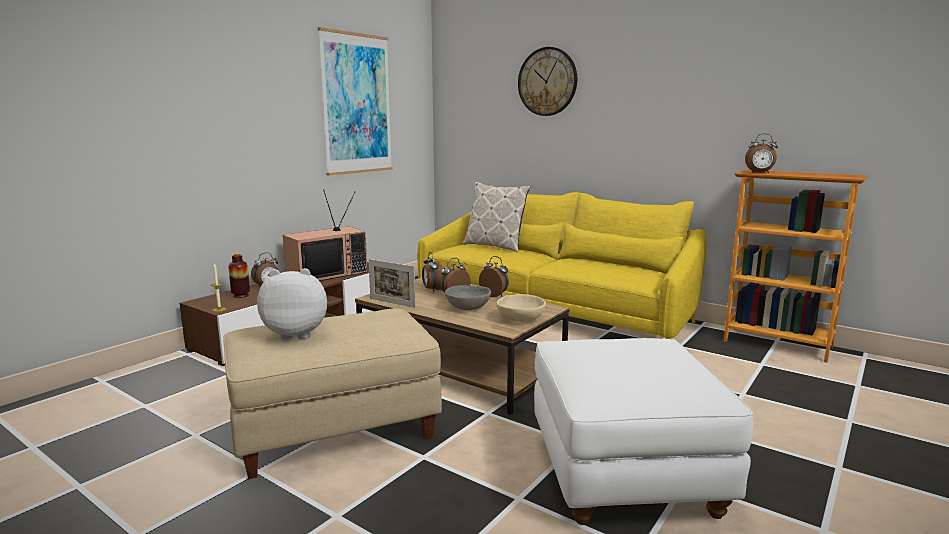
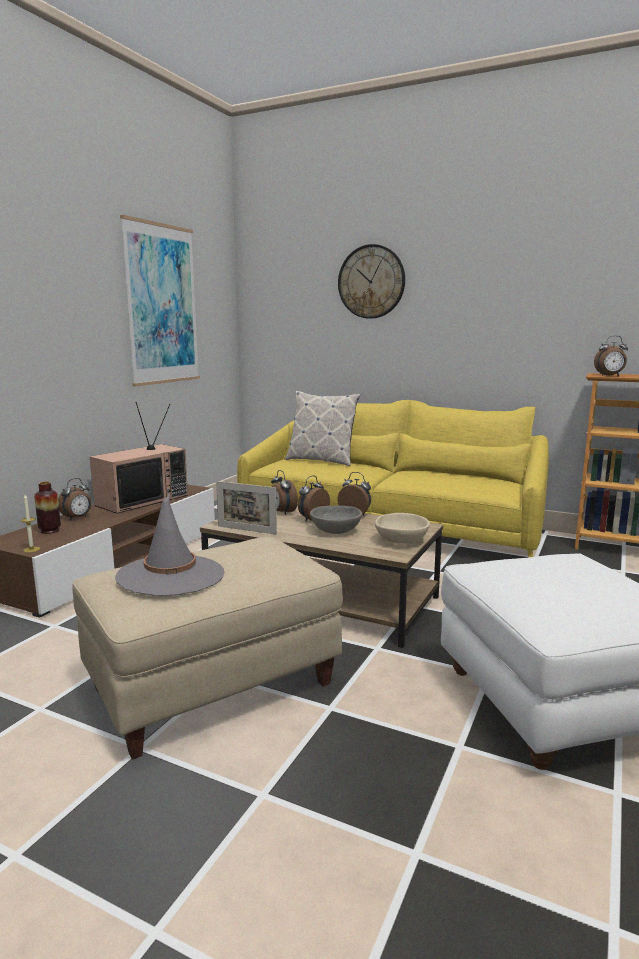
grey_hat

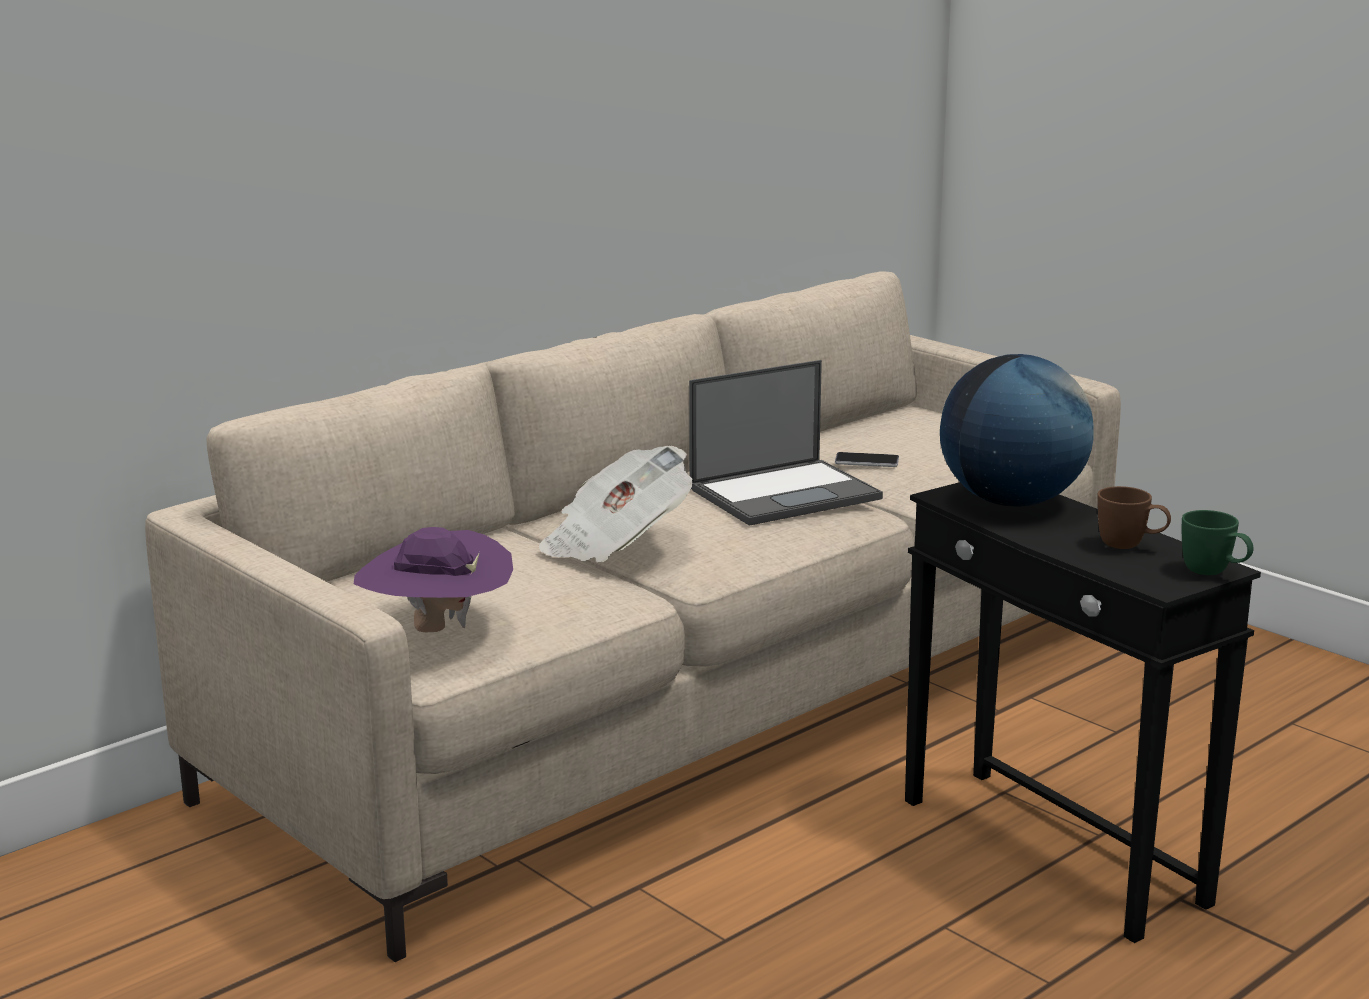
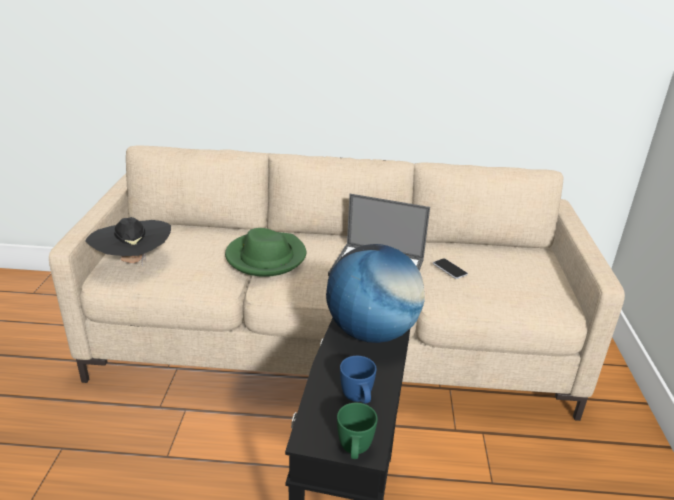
black_hat
green_hat
blue_mug

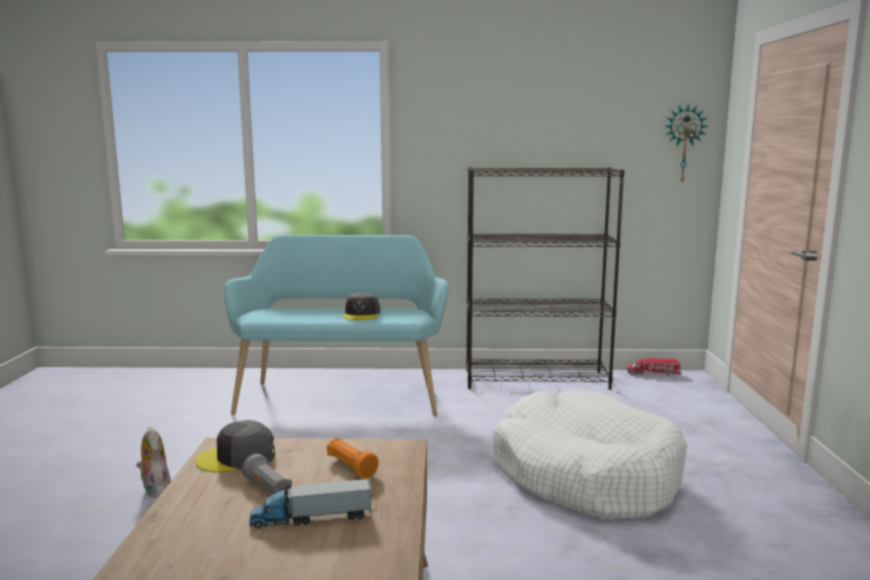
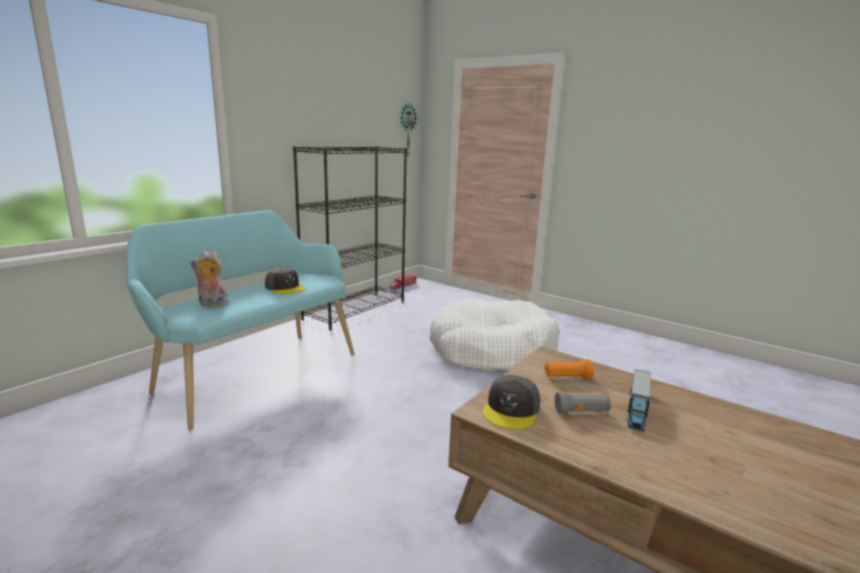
plush_toy

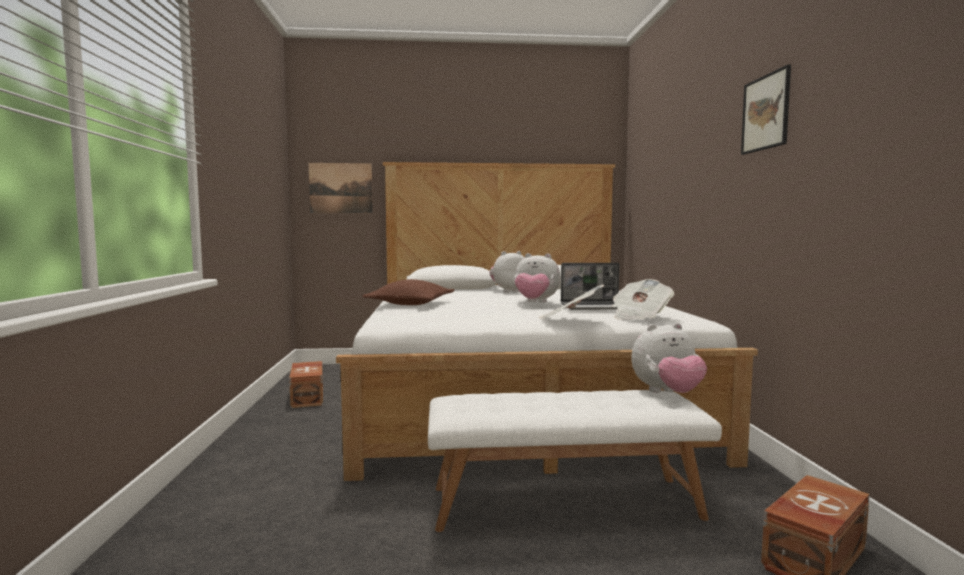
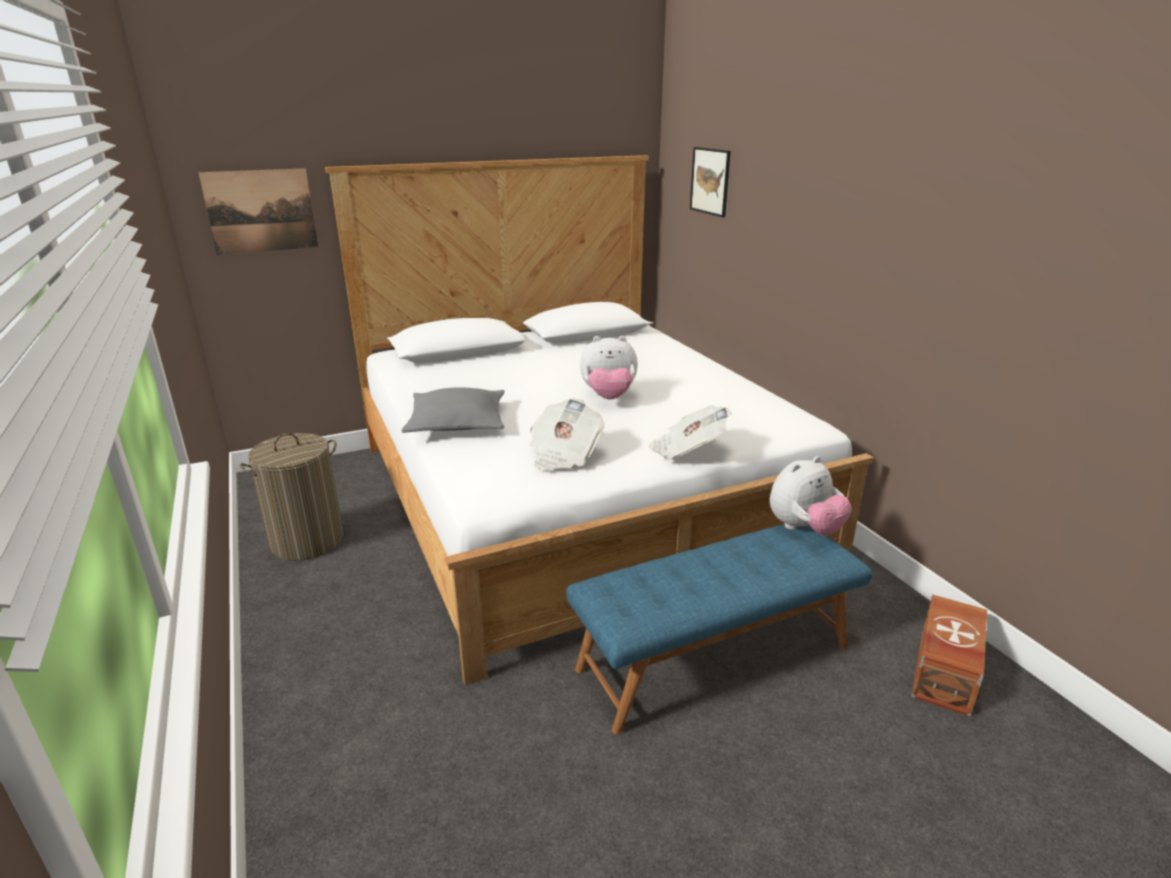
laundry_basket
grey_pillow
newspaper (1st from left)
blue_bench
picture (2nd from left)
plush_toy (1st from left in the first image)
laptop

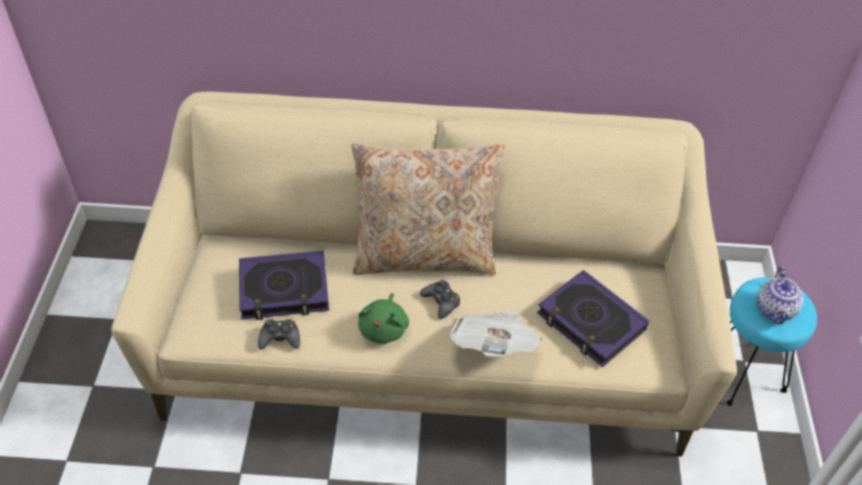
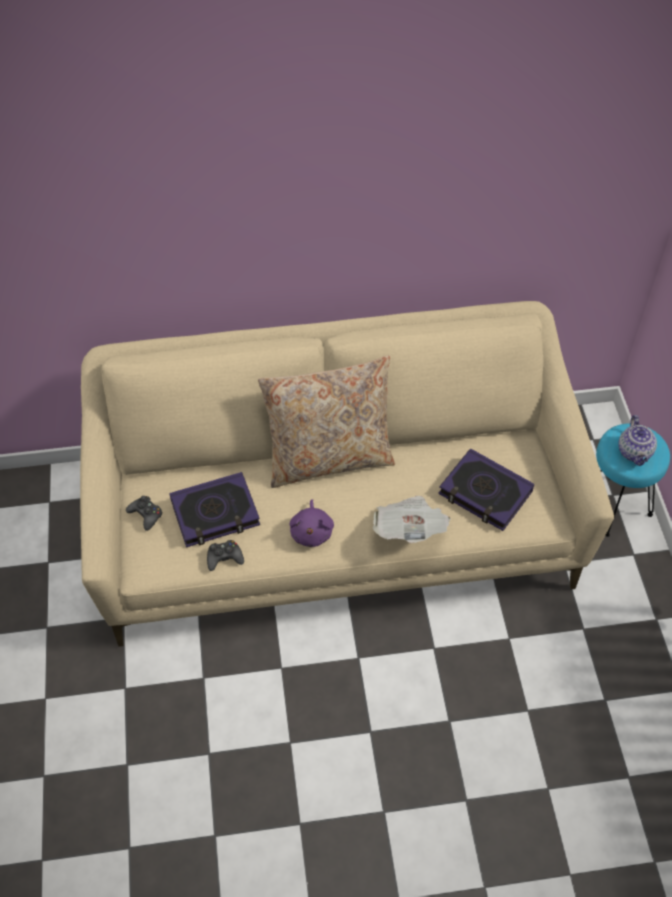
black_game_controller (1st from left)
purple_plush_toy

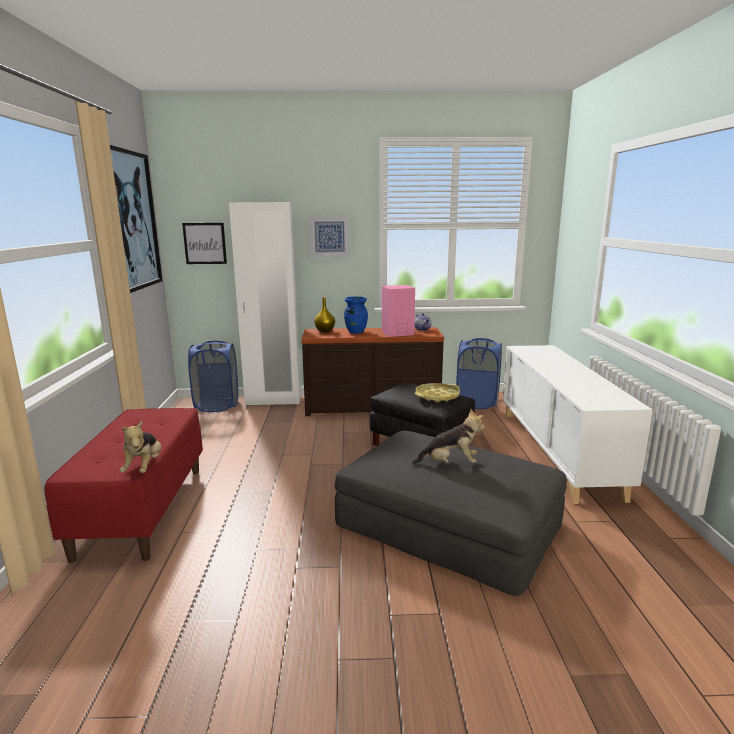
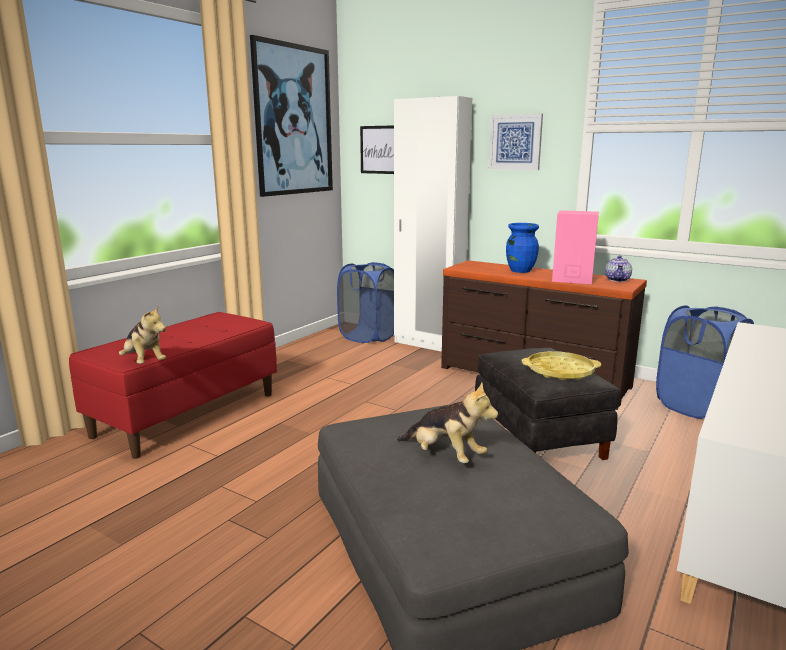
plush_toy (1st from left)
yellow_vase

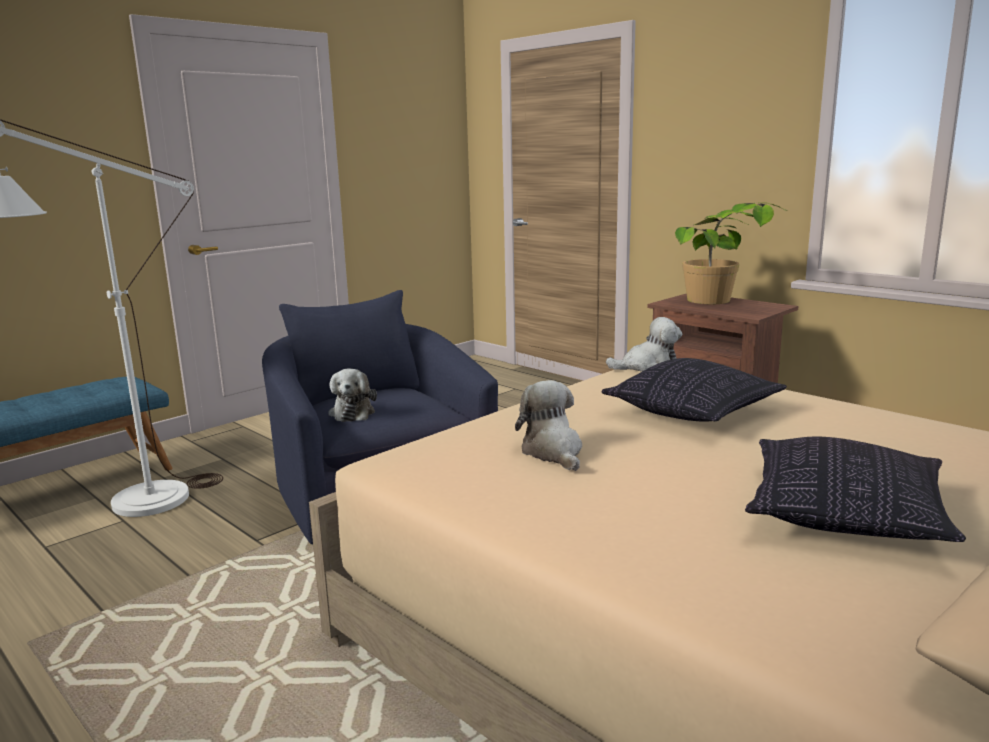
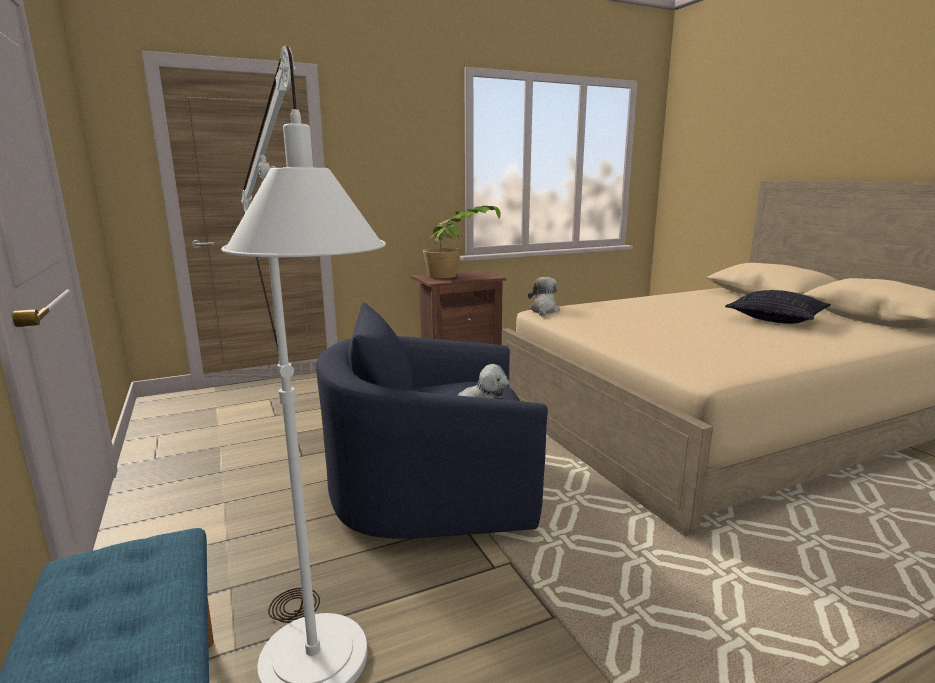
plush_toy (2nd from left in the first image)
pillow (1st from left in the first image)

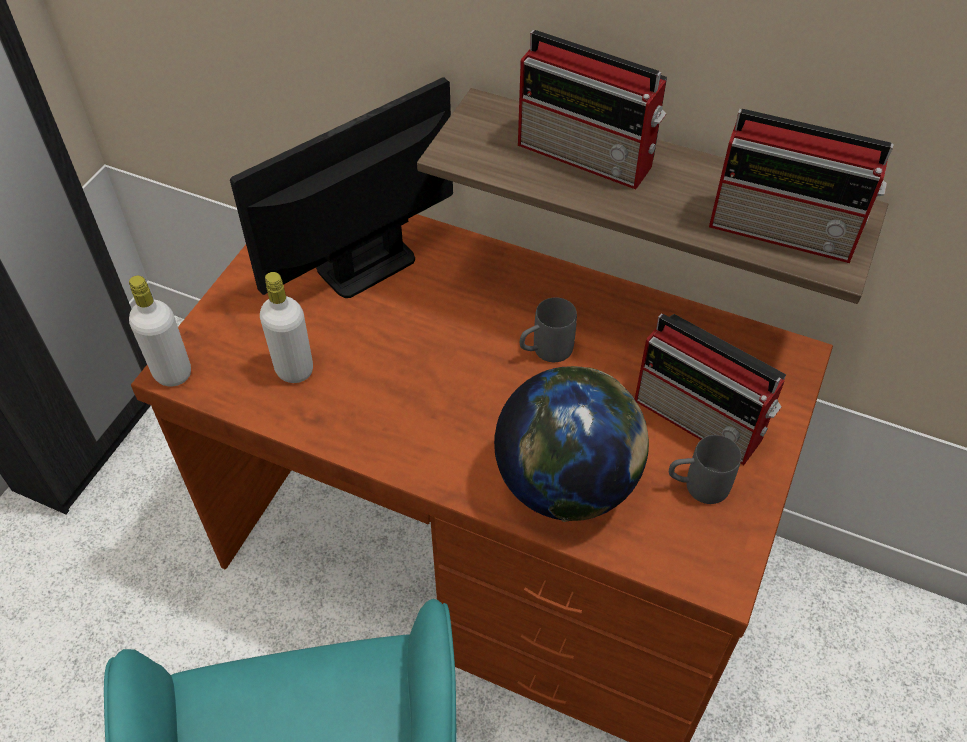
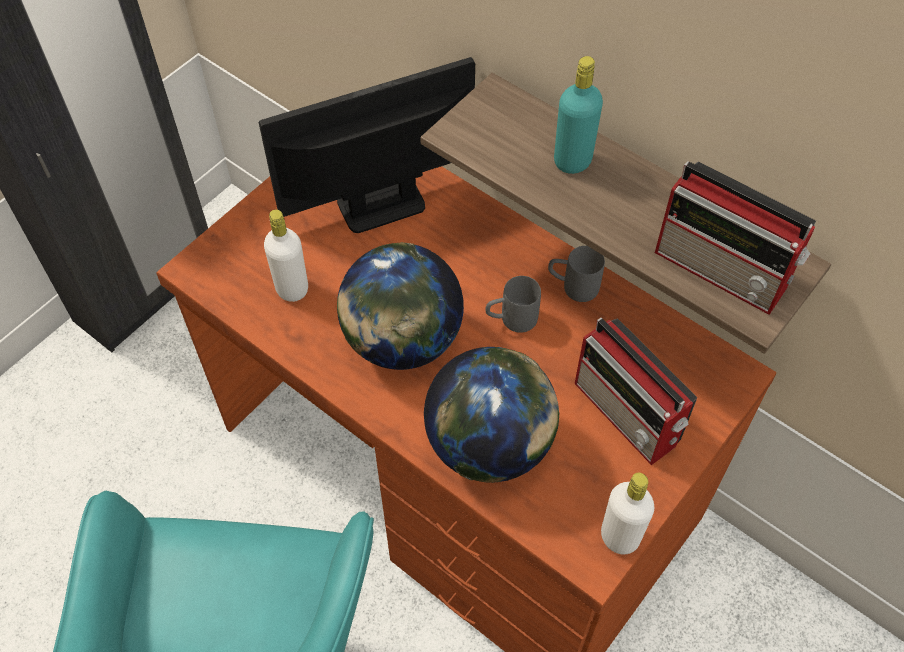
globe (1st from left)
grey_mug (2nd from left)
turquoise_bottle
white_bottle (2nd from left)

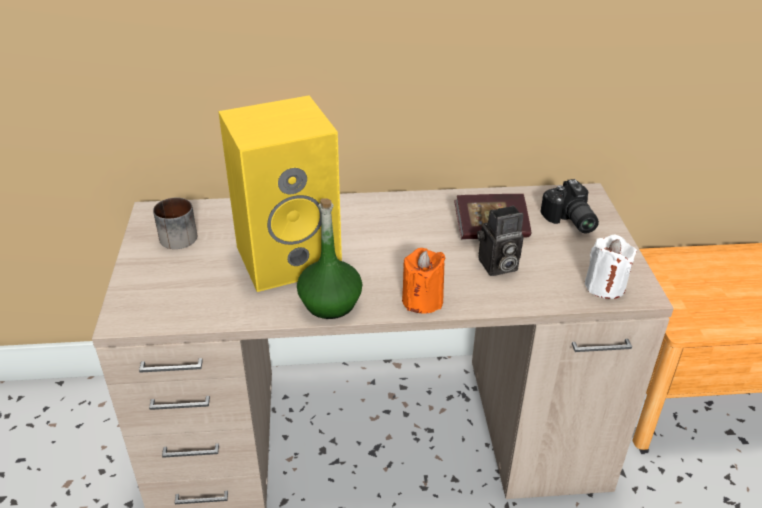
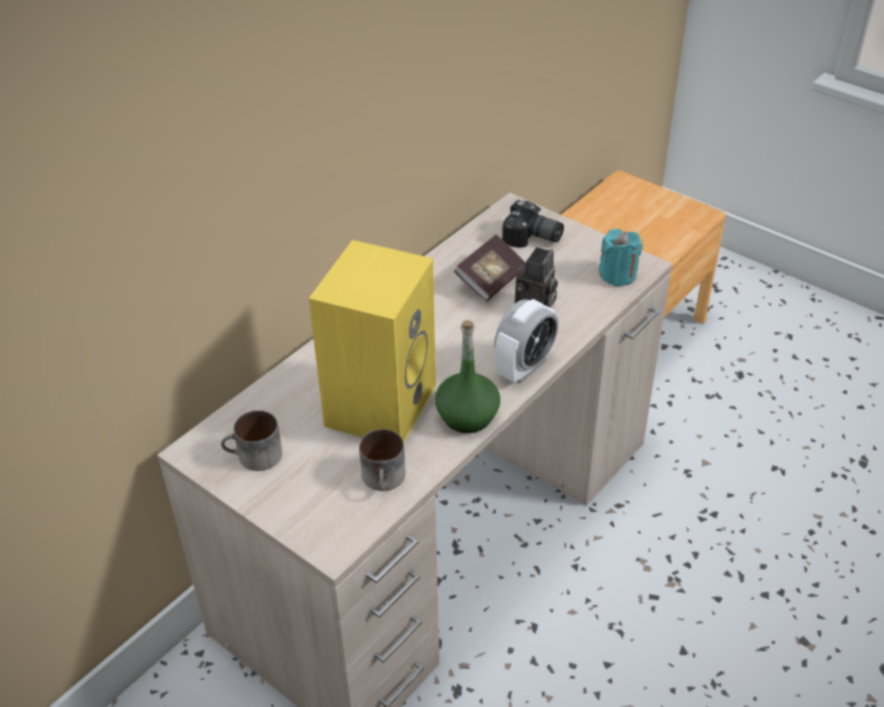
mug (2nd from left)
alarm_clock
turquoise_candle

